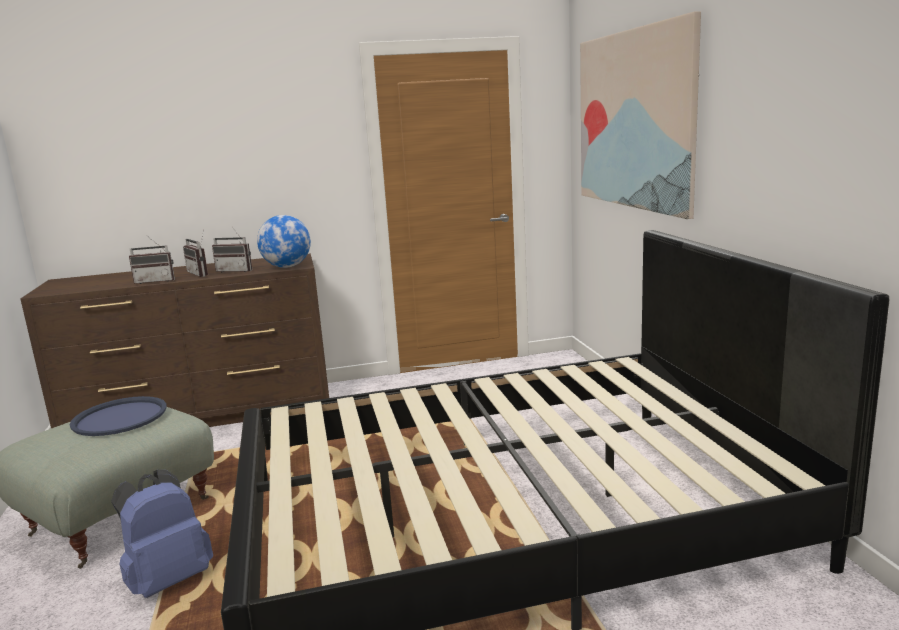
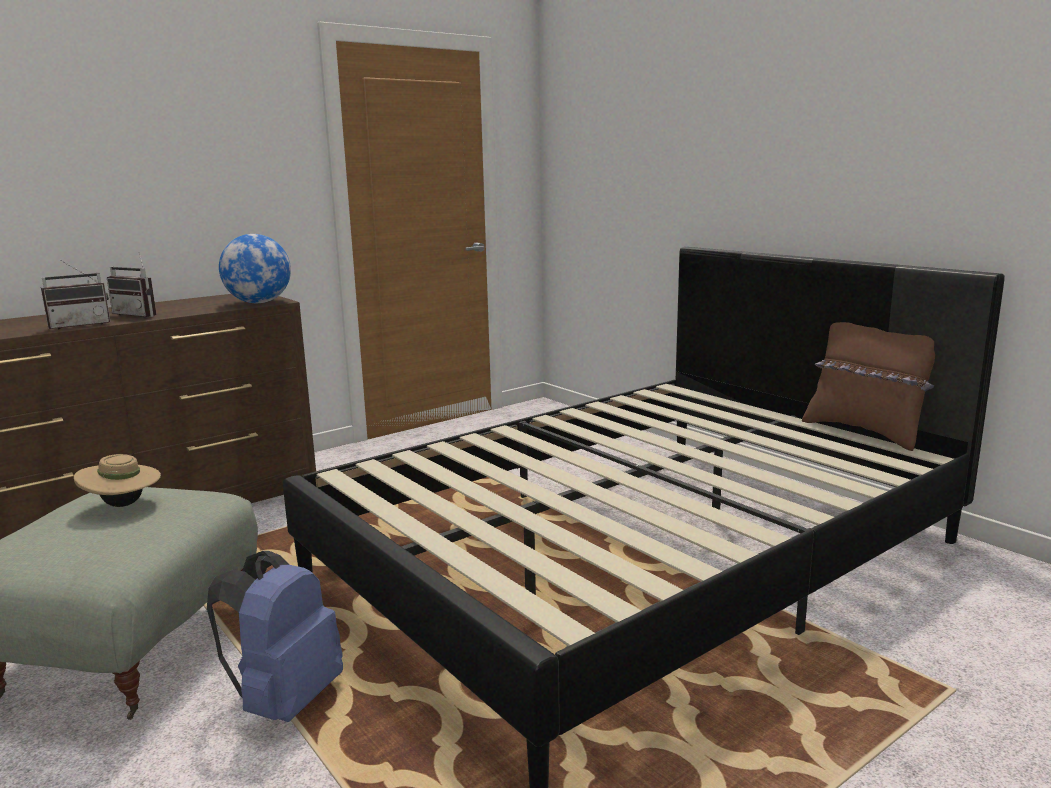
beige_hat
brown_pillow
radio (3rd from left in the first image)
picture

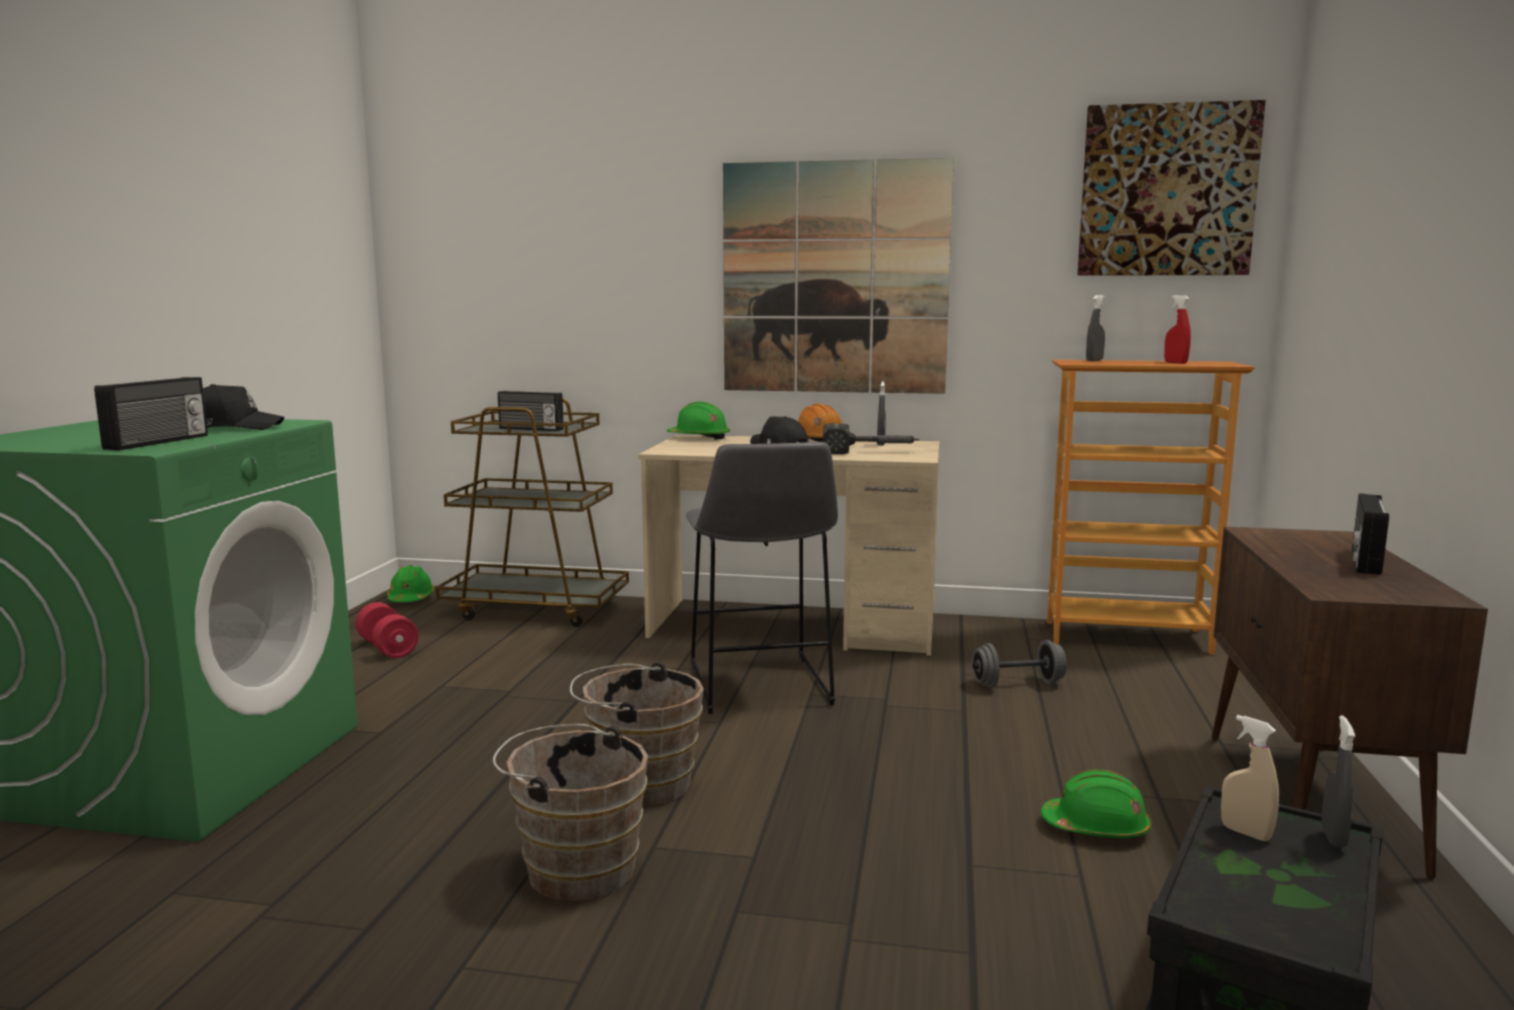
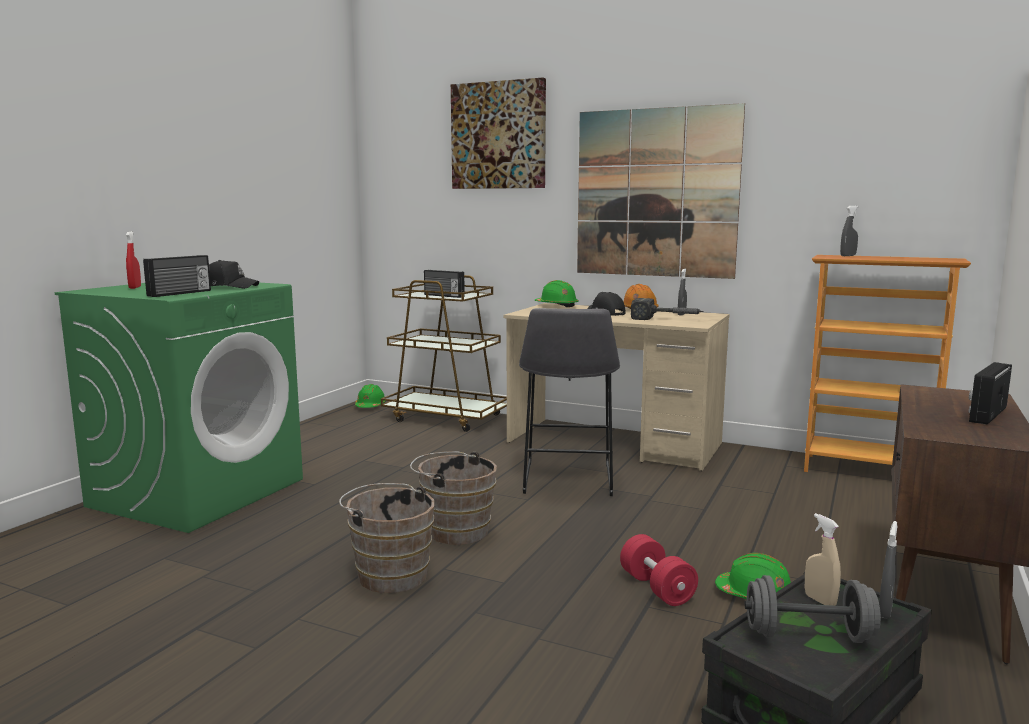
red_spray_bottle
picture (1st from left)
red_dumbbell
grey_dumbbell

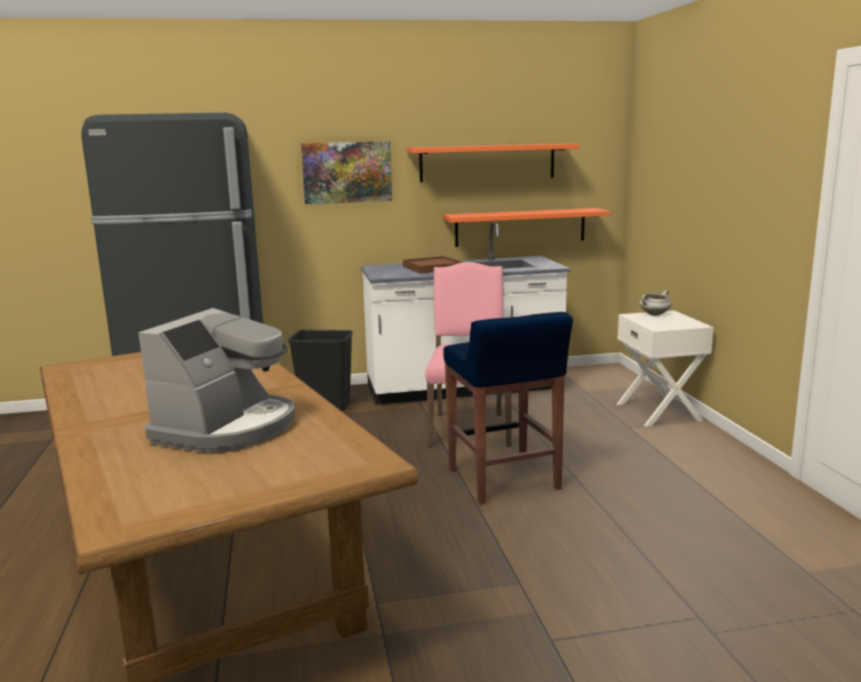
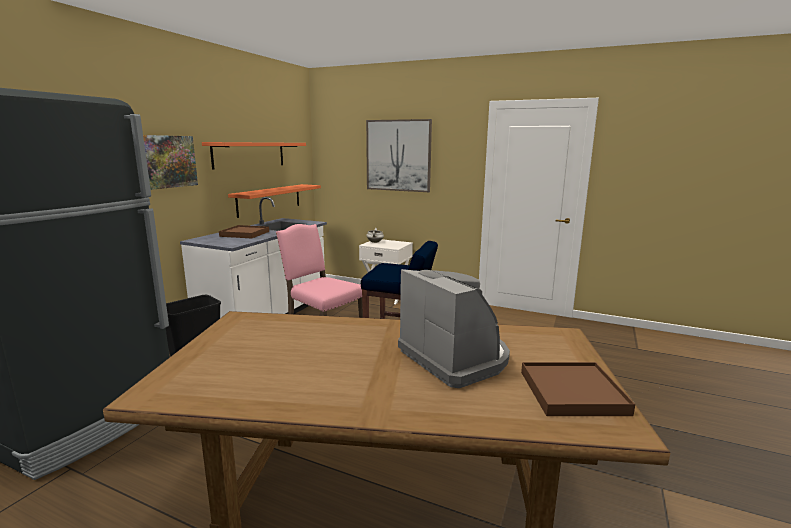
picture (2nd from left)
brown_tray (2nd from left)

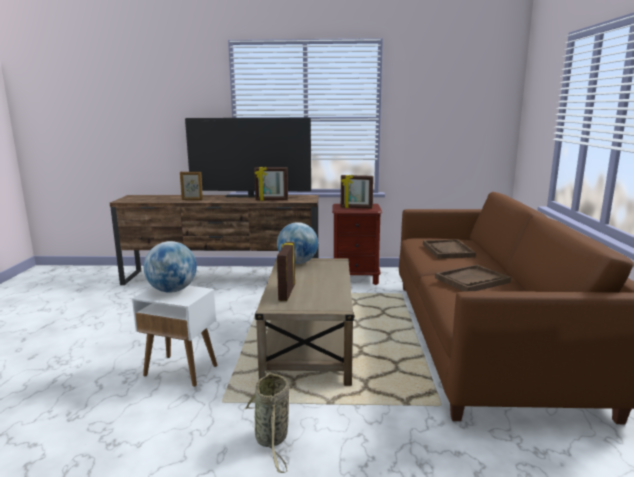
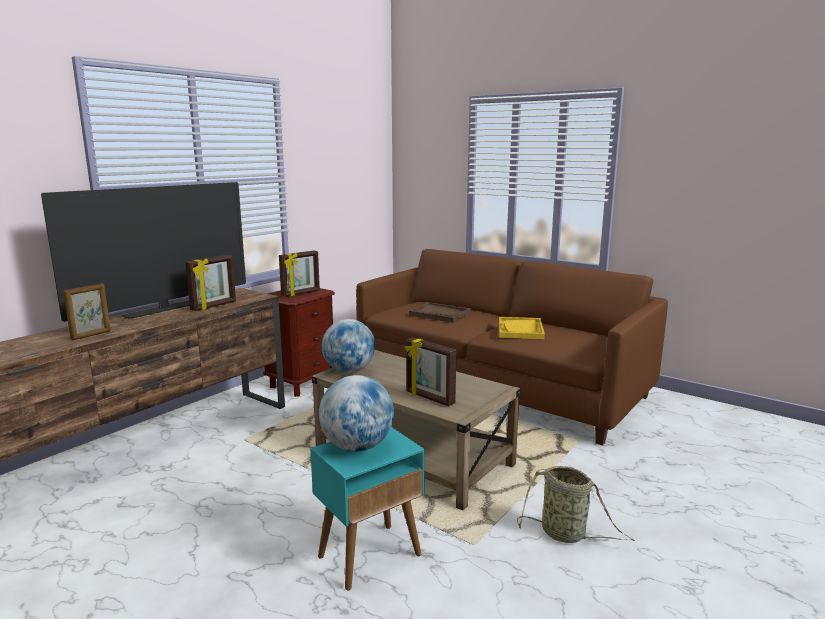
turquoise_side_table
yellow_tray

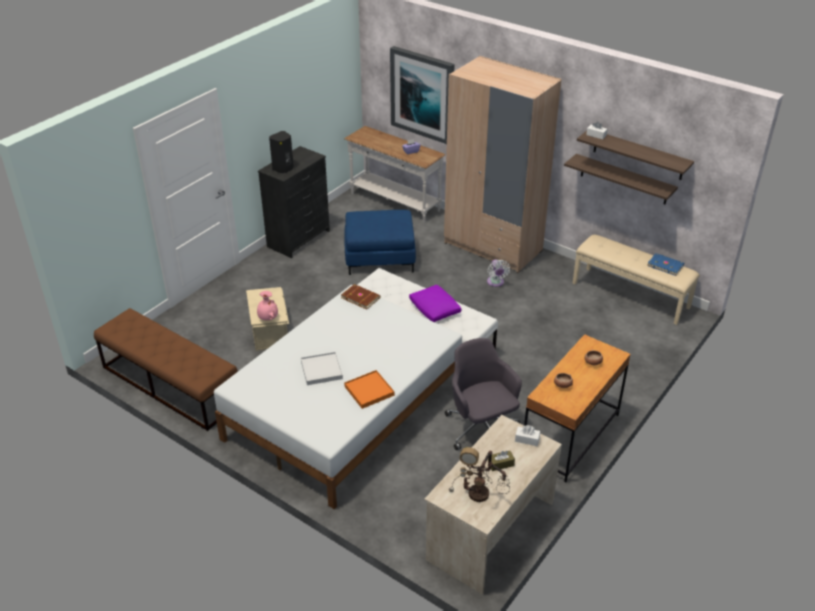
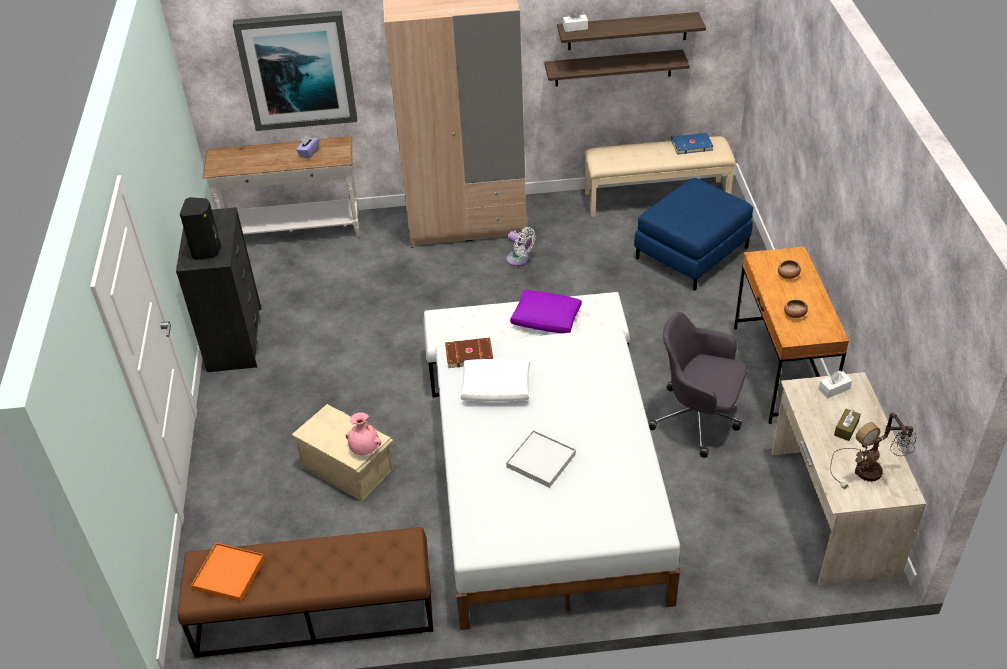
orange_tray
white_pillow
blue_ottoman

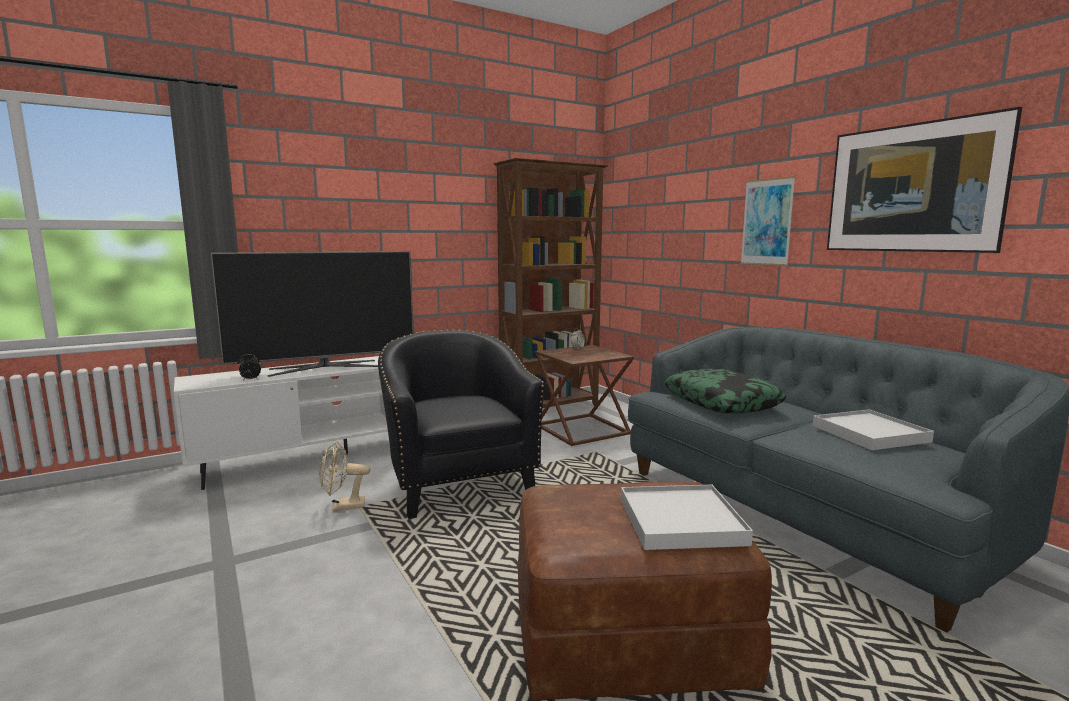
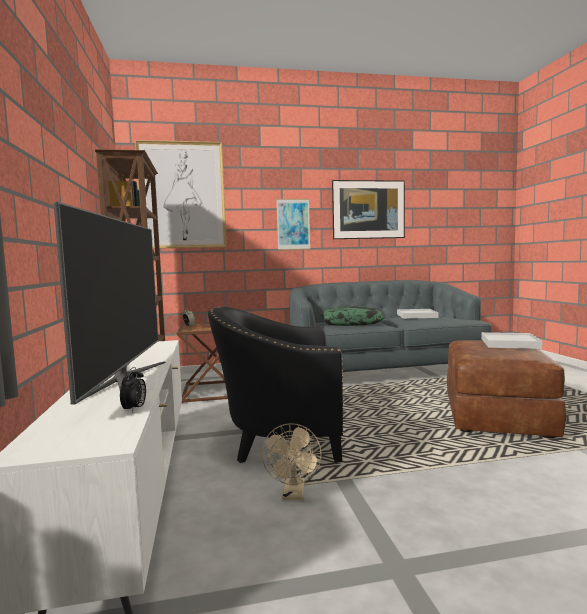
picture (1st from left)

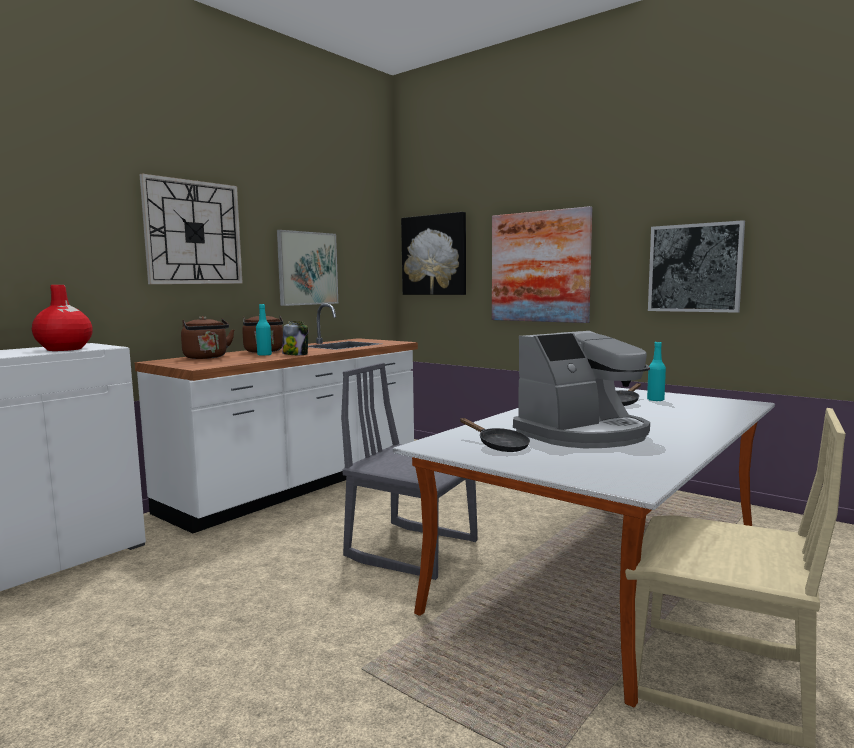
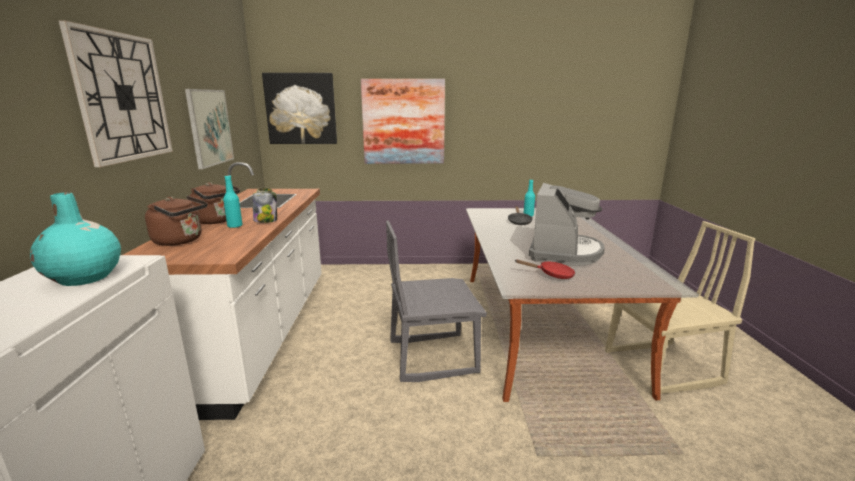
turquoise_vase
red_frying_pan
picture (4th from left in the first image)

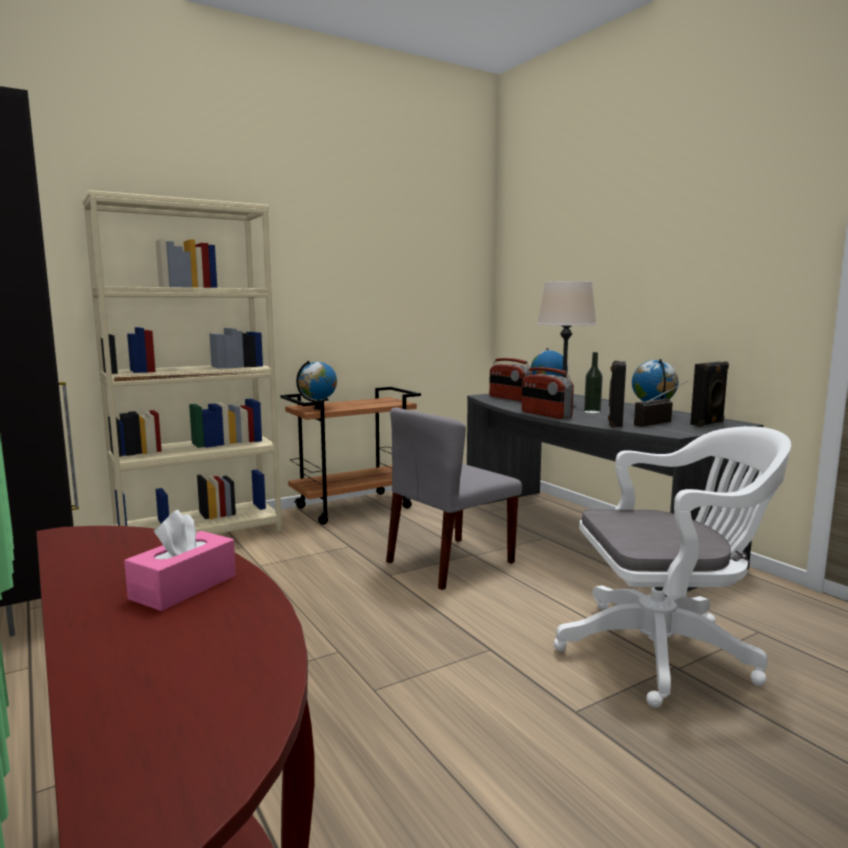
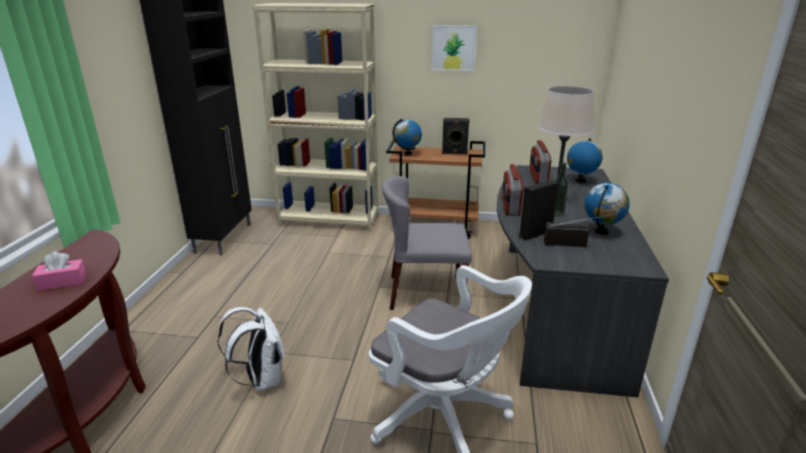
white_backpack
picture
black_speaker (1st from left)

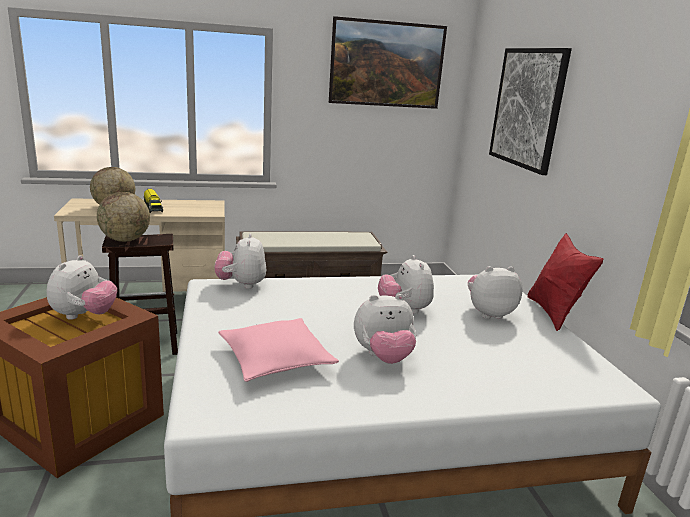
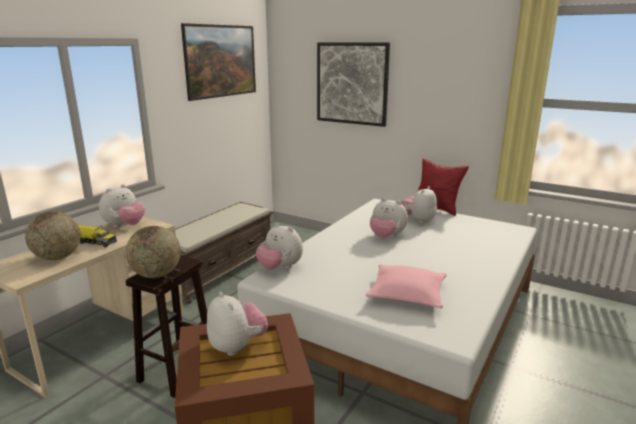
plush_toy (1st from left)

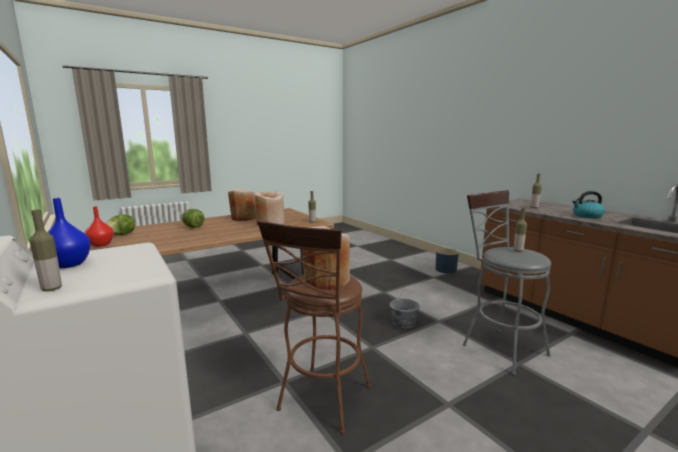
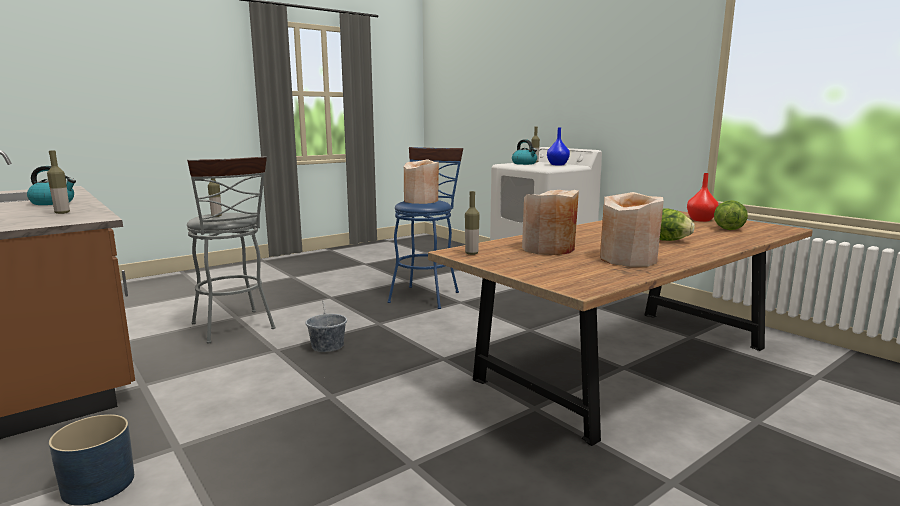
blue_stool
kettle (2nd from left)

